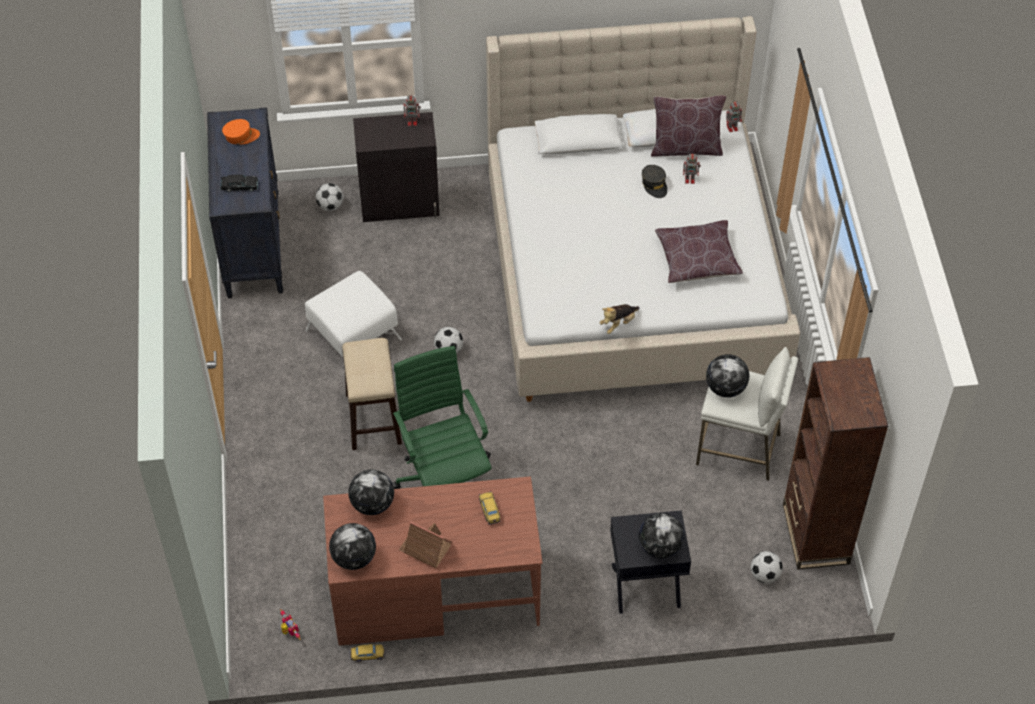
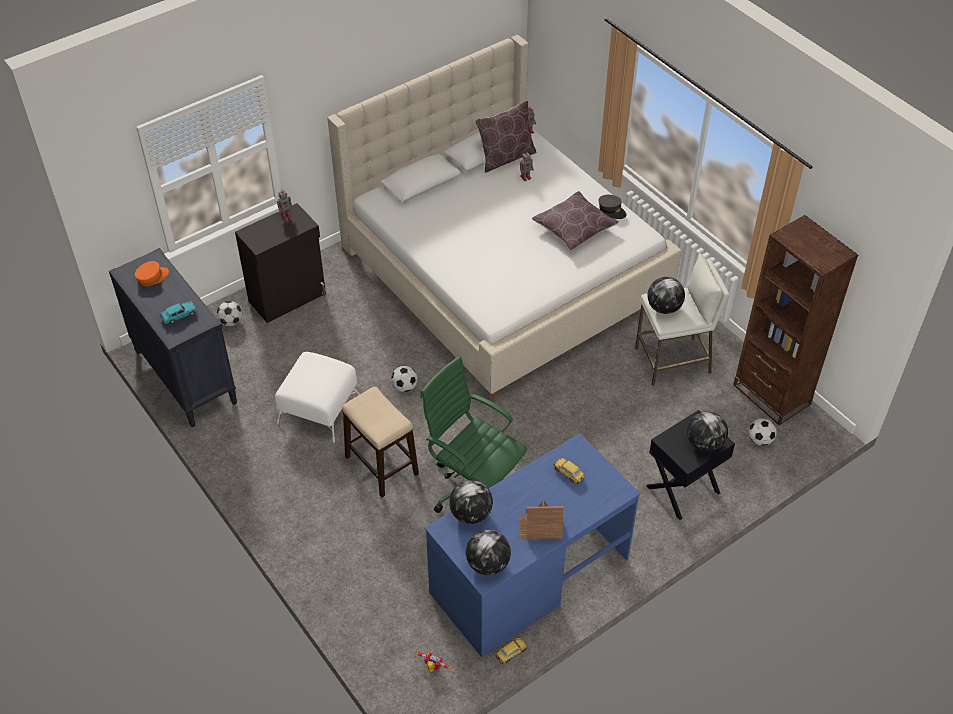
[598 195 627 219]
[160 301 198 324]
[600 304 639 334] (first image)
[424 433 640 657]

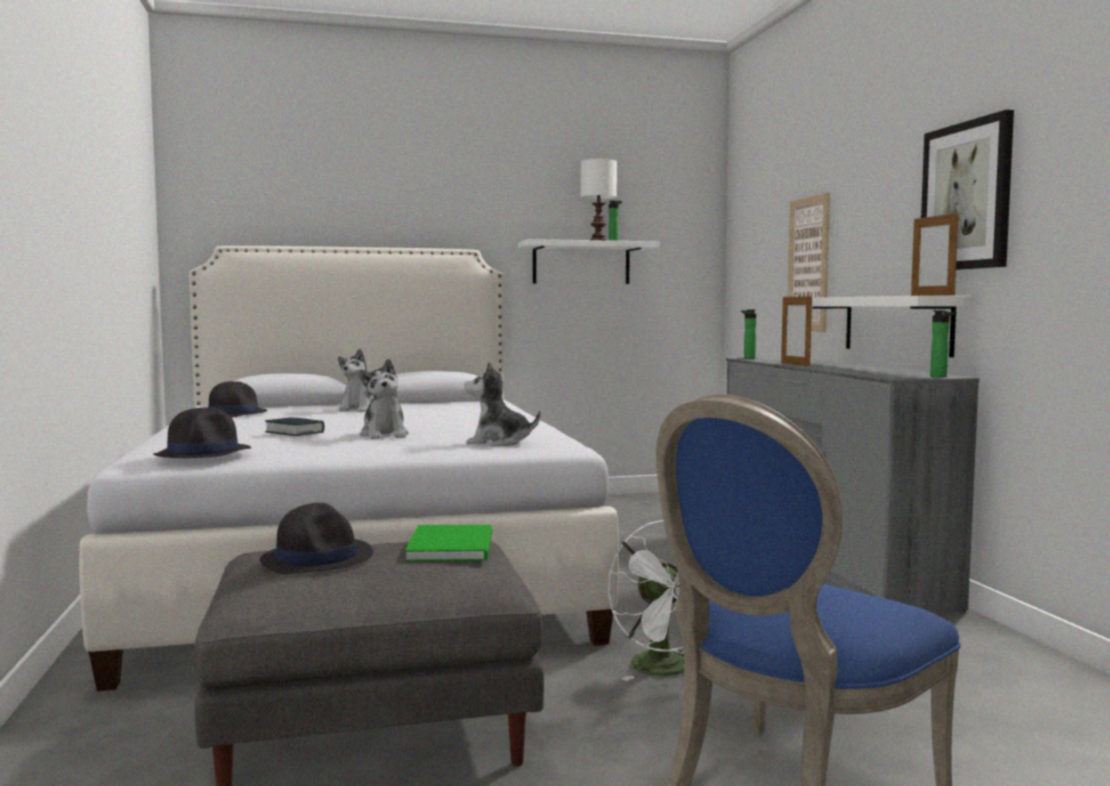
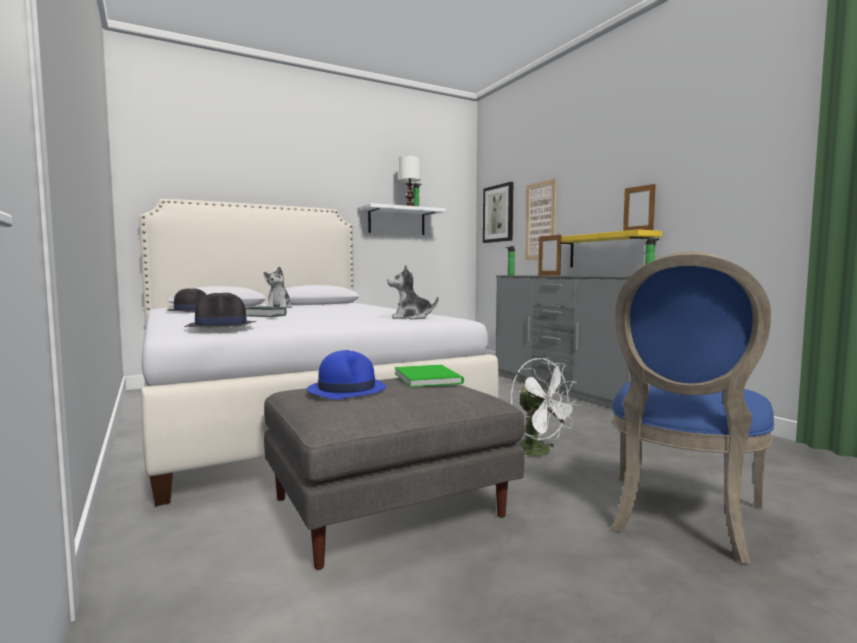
[483 182 513 243]
[561 229 662 267]
[359 359 409 439] (first image)
[307 350 386 400]

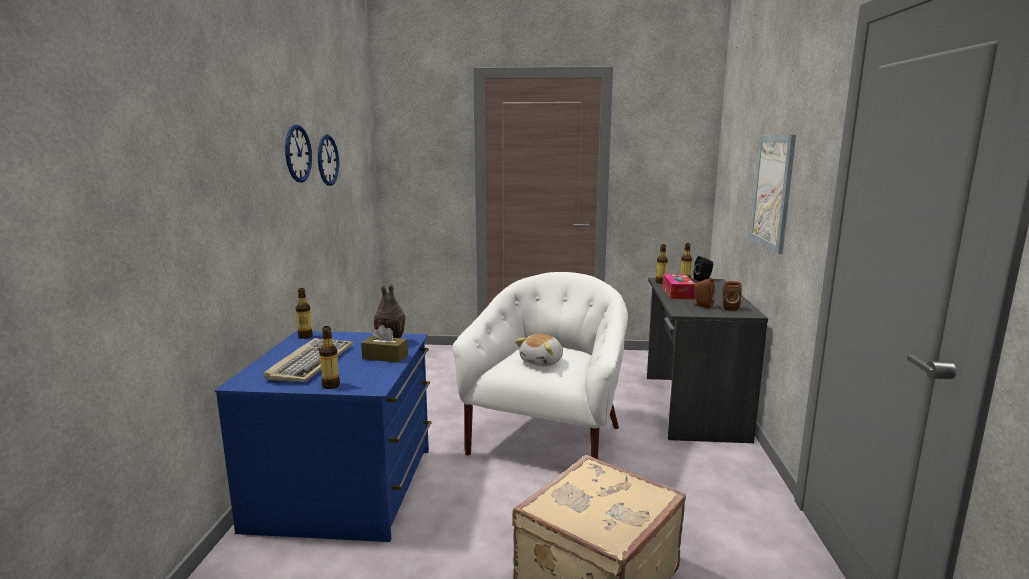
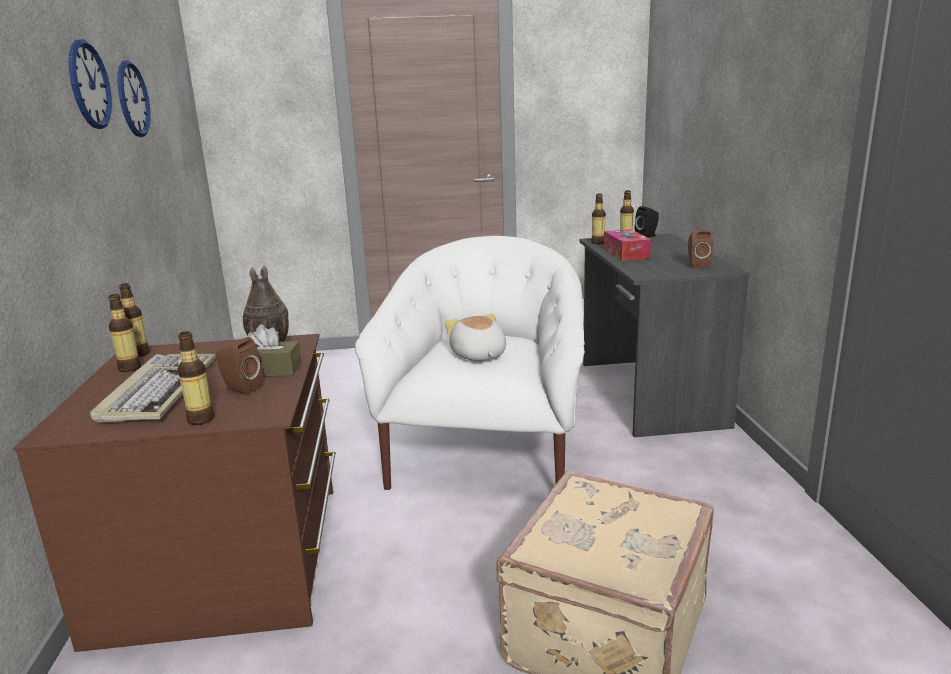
[750 135 796 254] (first image)
[216 337 263 395]
[13 334 336 652]
[445 314 506 361]
[108 294 141 372]

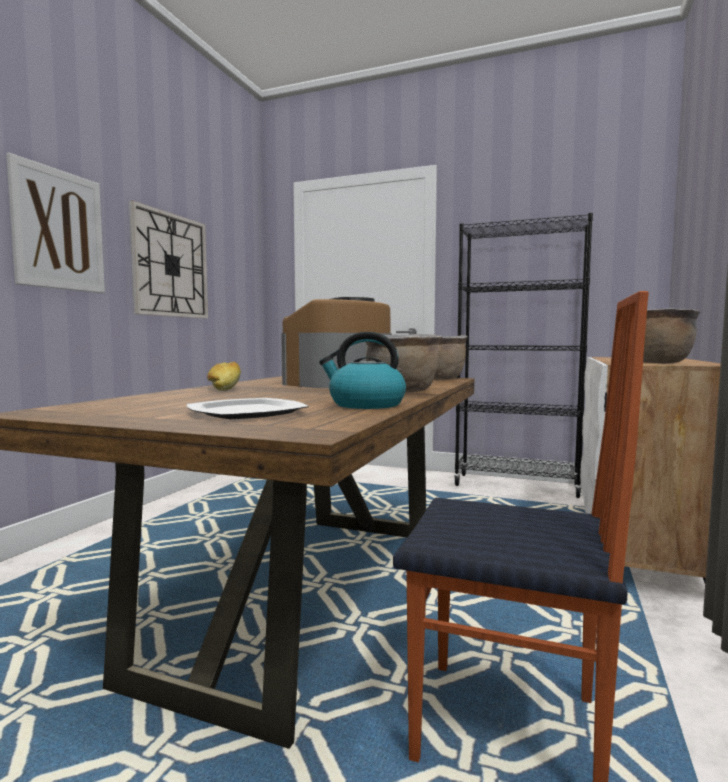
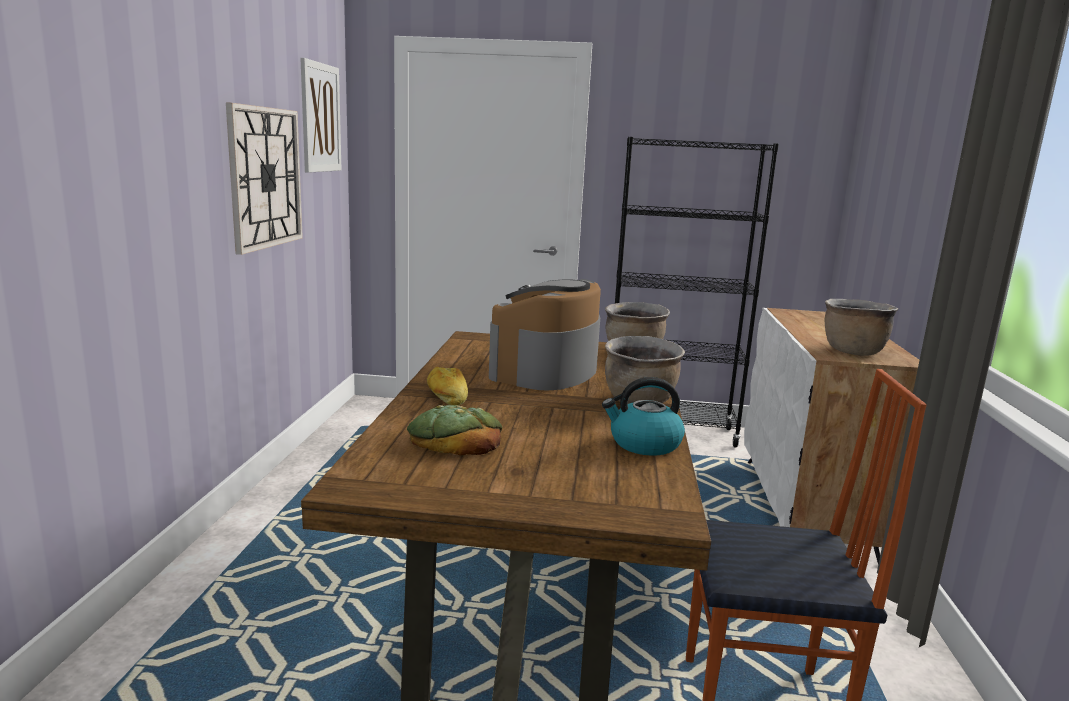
[300 58 341 173]
[187 398 309 419] (first image)
[407 405 502 456]

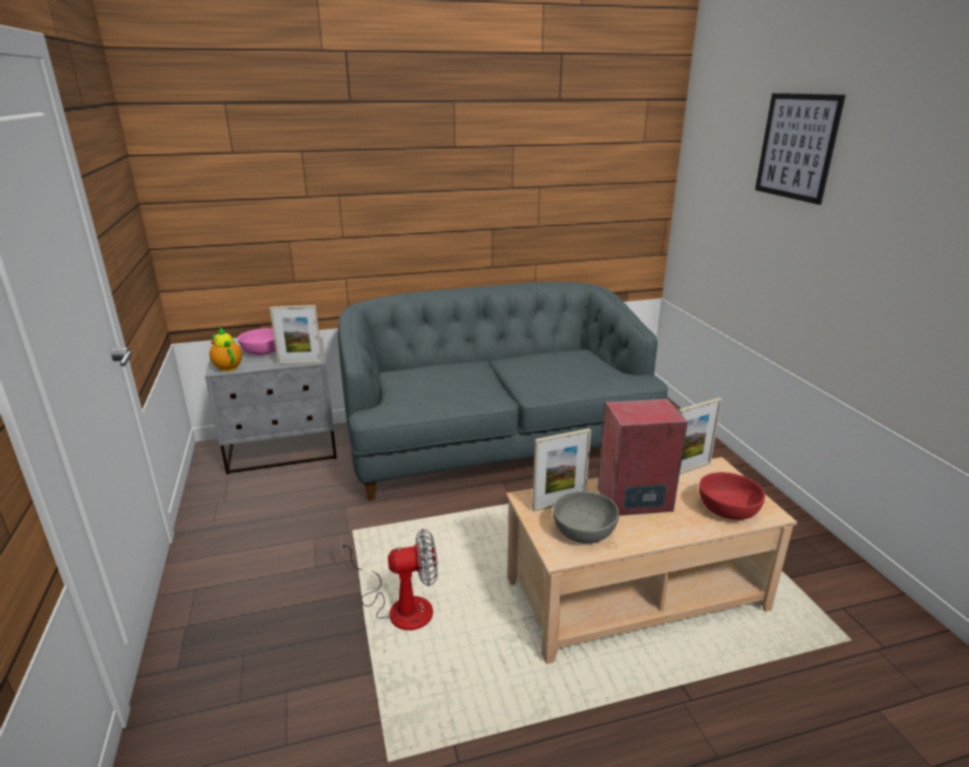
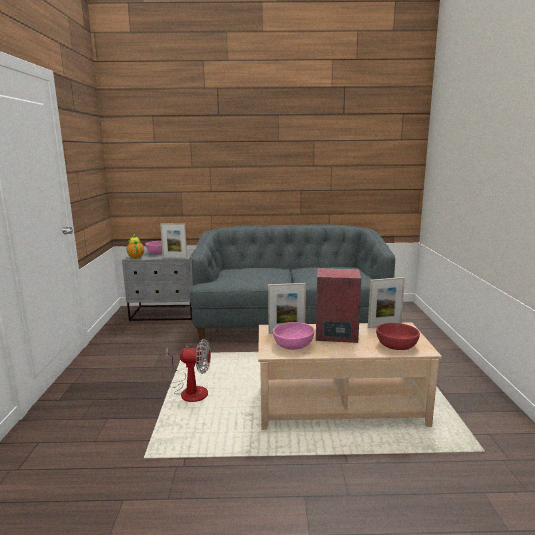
[755 93 846 205] (first image)
[273 322 314 350]

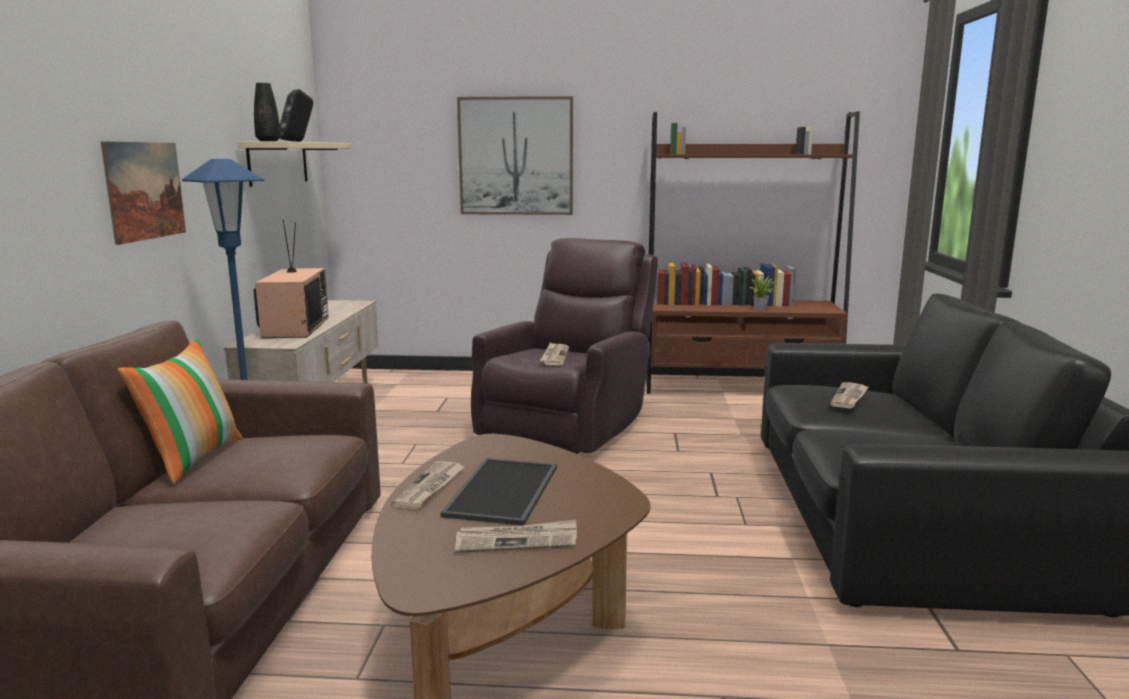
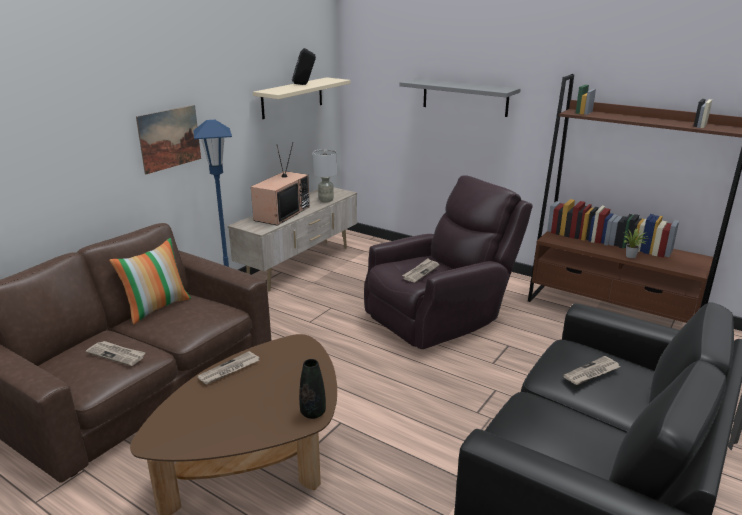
[299 359 326 419]
[400 78 521 117]
[441 458 557 526] (first image)
[86 341 146 366]
[313 149 337 203]

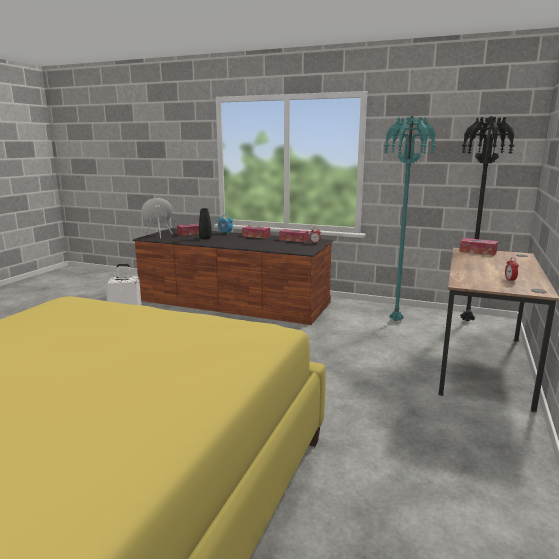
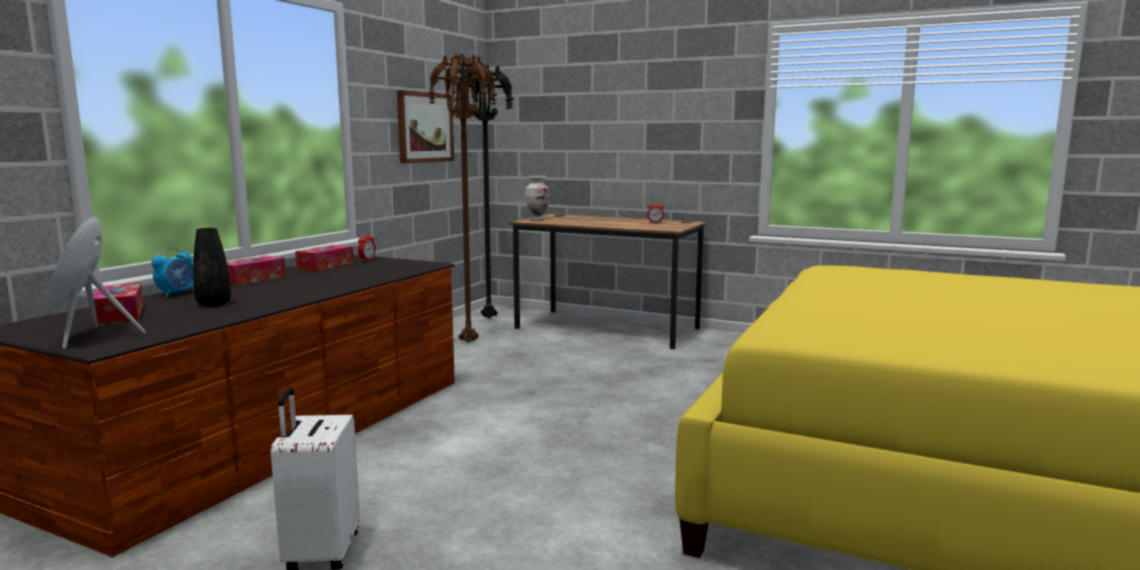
[428 54 498 343]
[525 176 550 220]
[397 90 454 163]

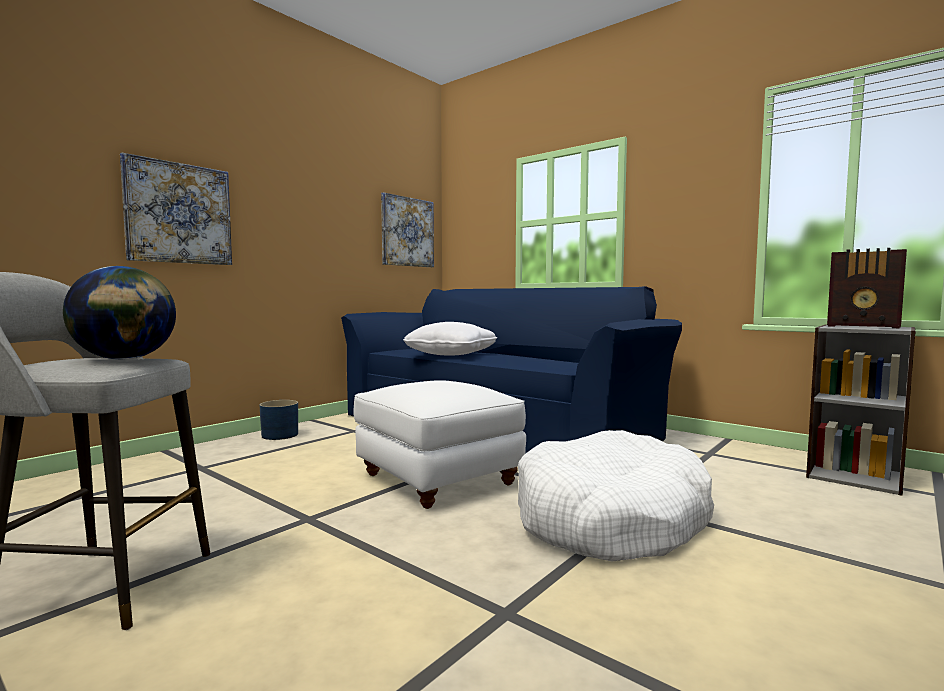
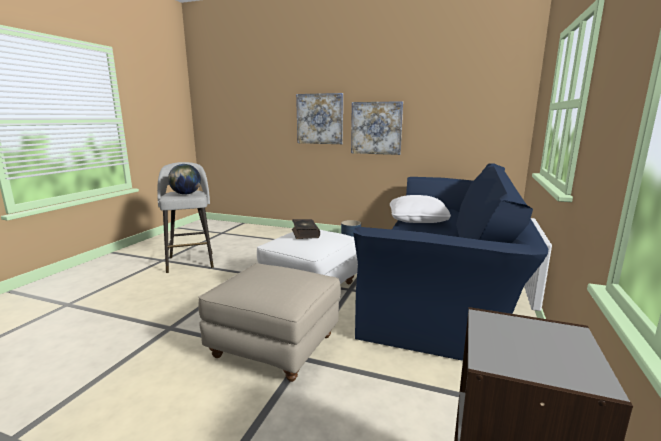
[351 101 403 155]
[827 248 907 328] (first image)
[198 263 341 382]
[292 219 320 239]

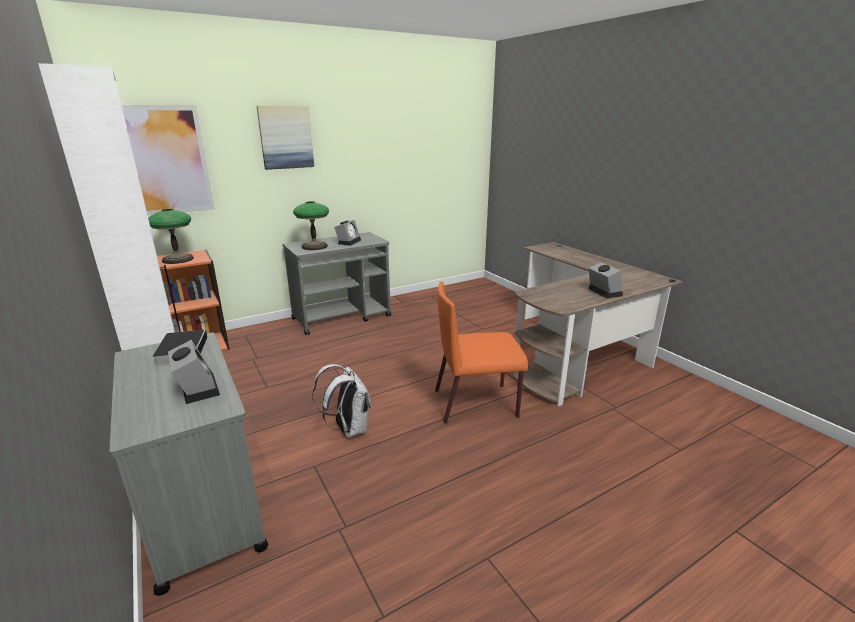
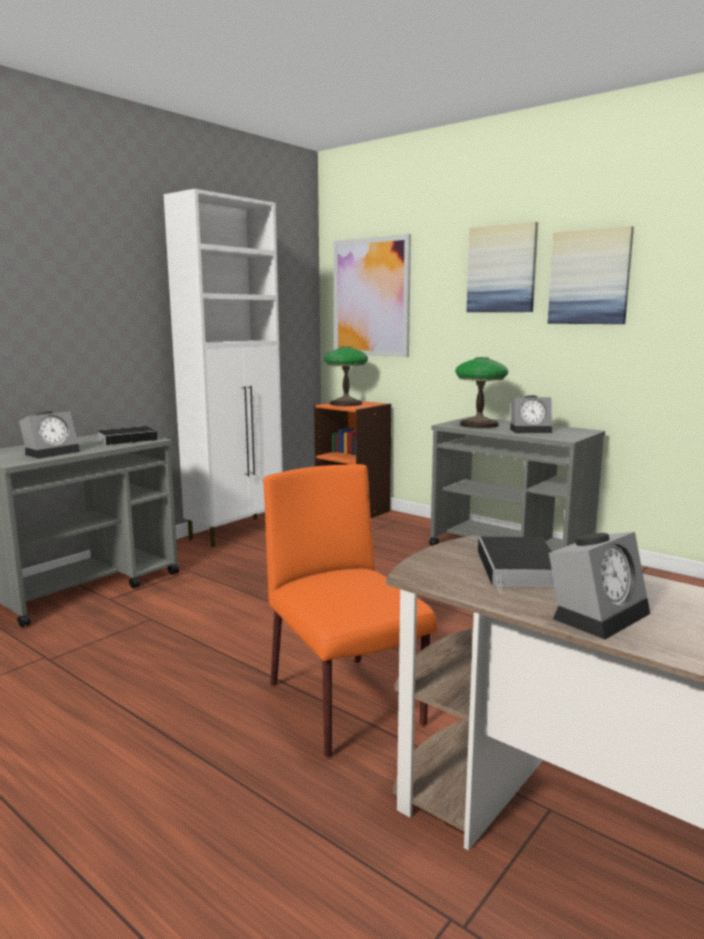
[312 364 371 438] (first image)
[548 226 634 324]
[478 537 555 594]

